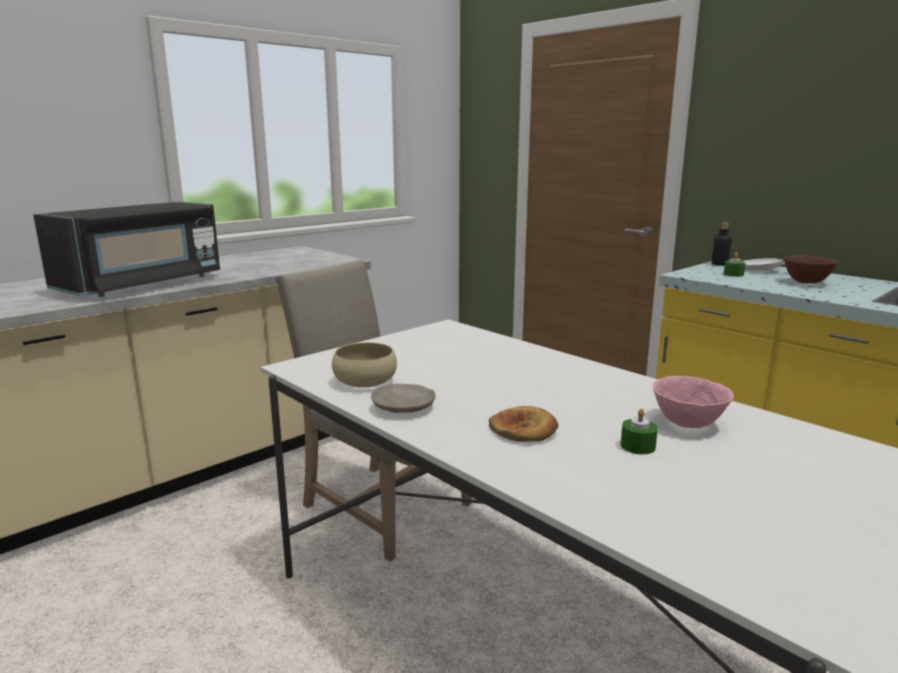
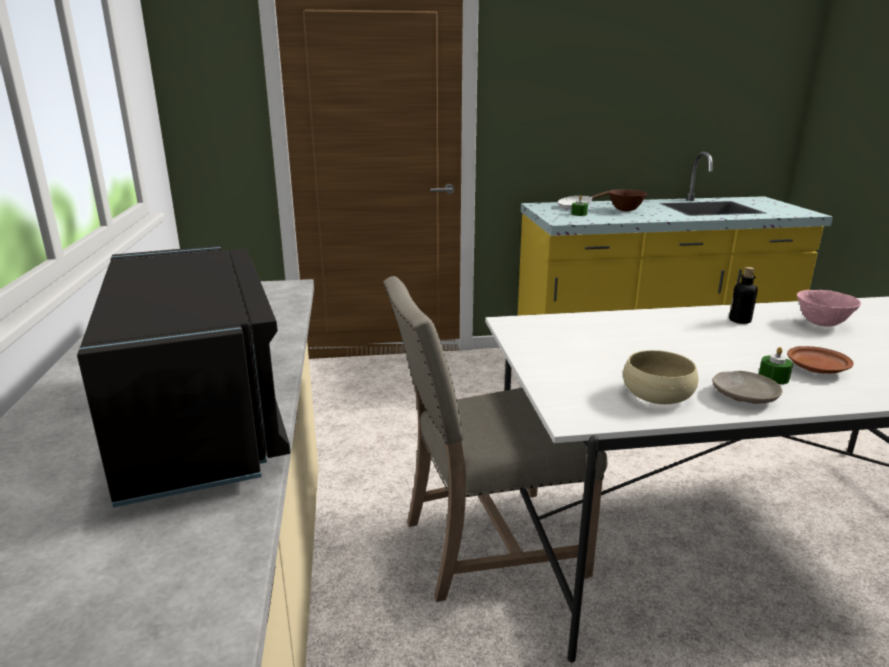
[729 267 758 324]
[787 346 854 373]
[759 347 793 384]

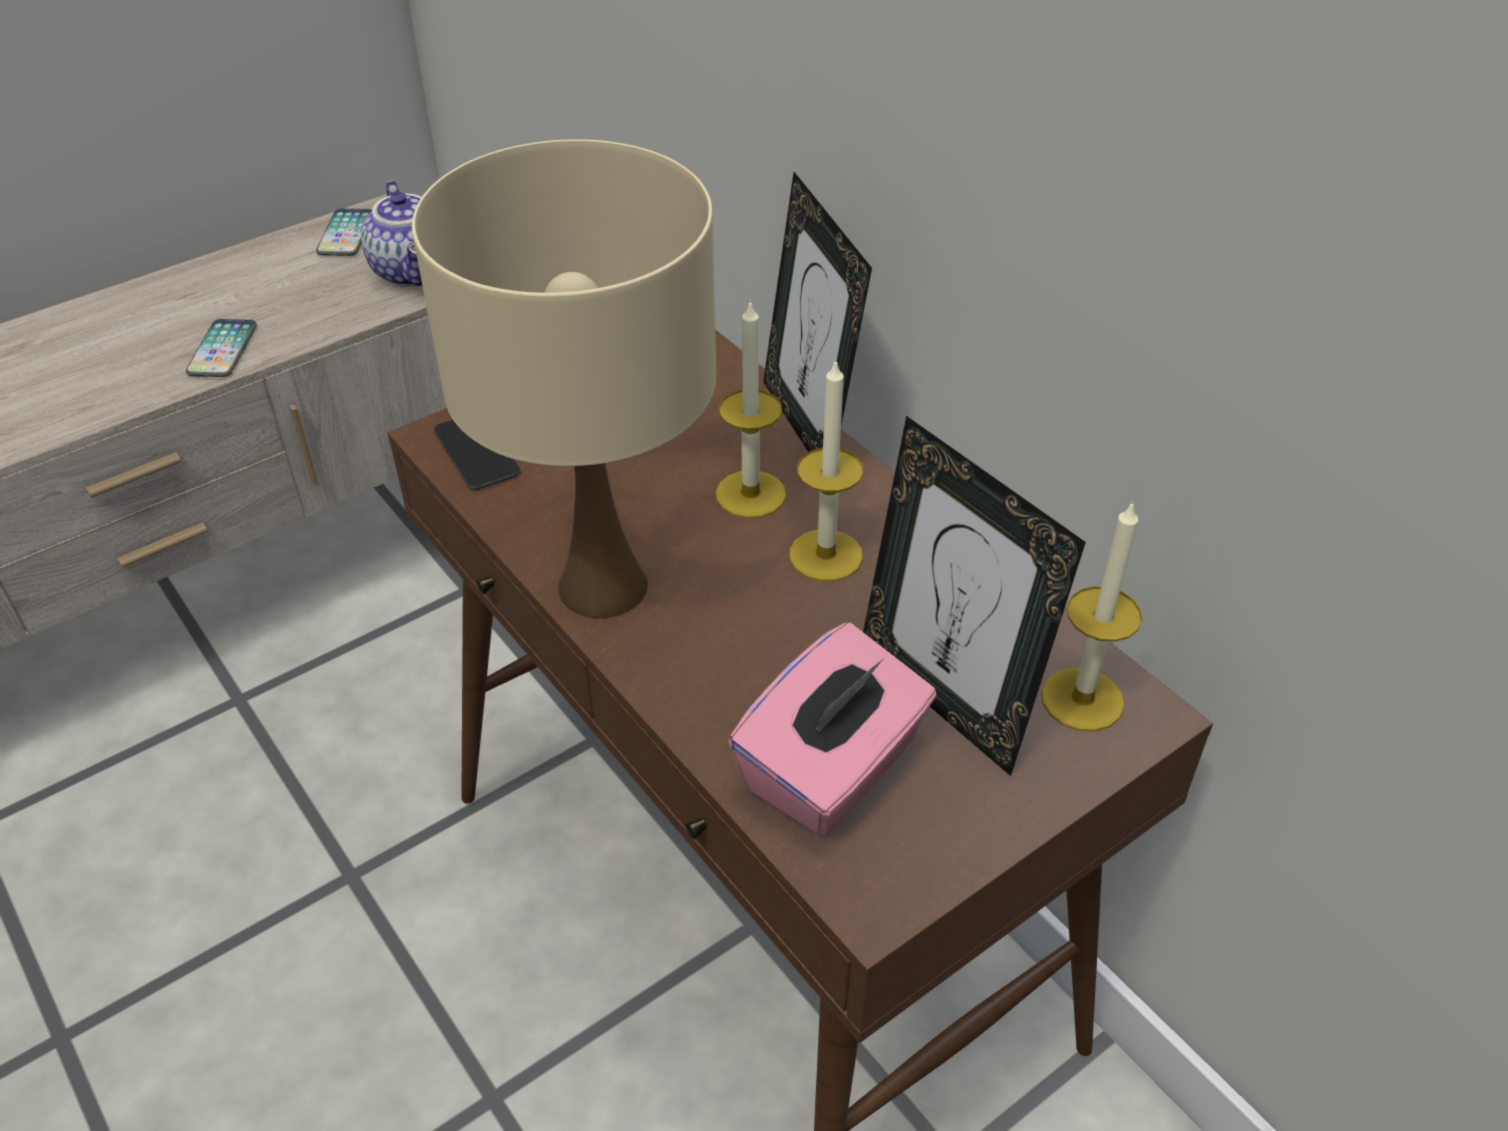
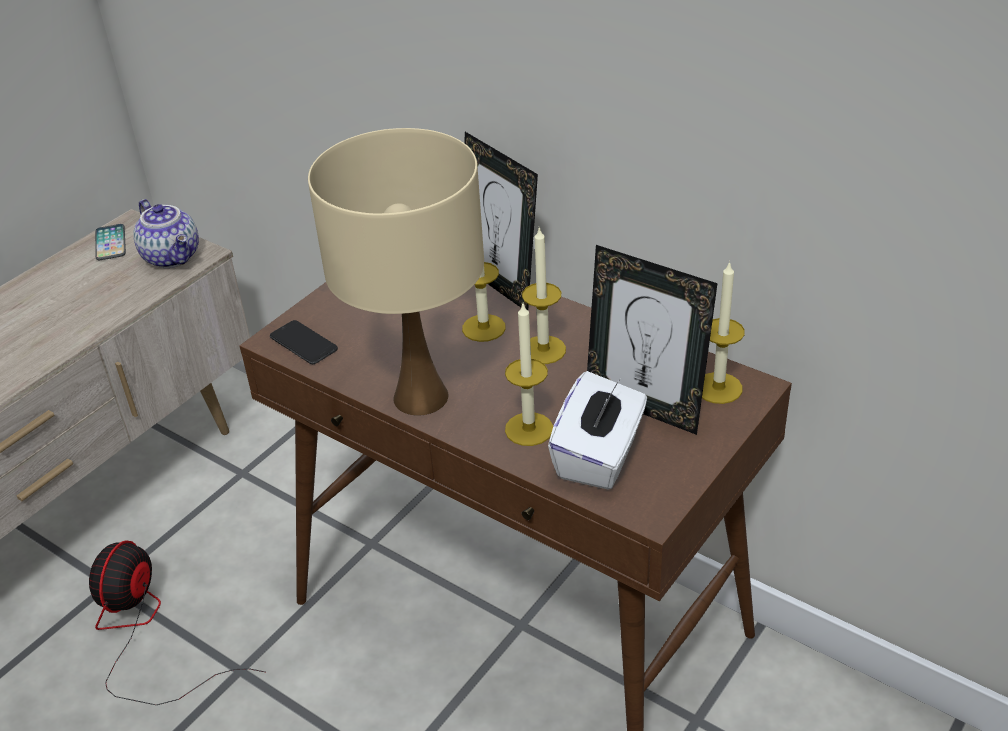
[186 319 257 377] (first image)
[548 371 647 490]
[505 304 553 446]
[89 540 265 705]

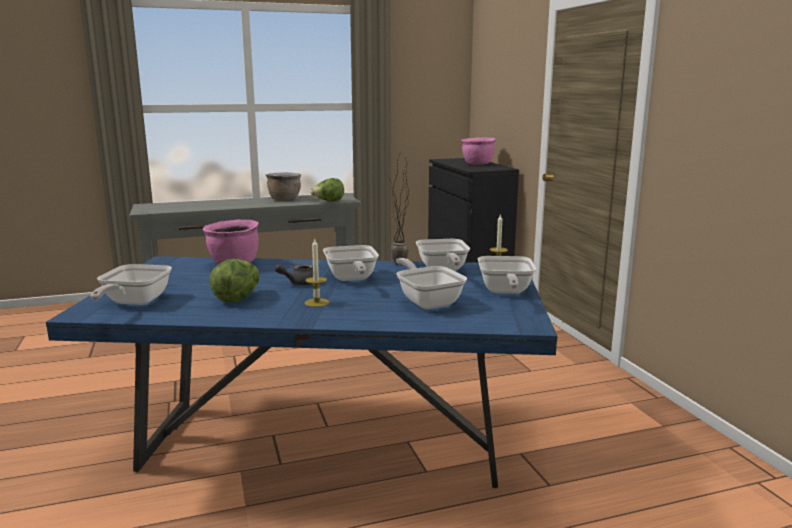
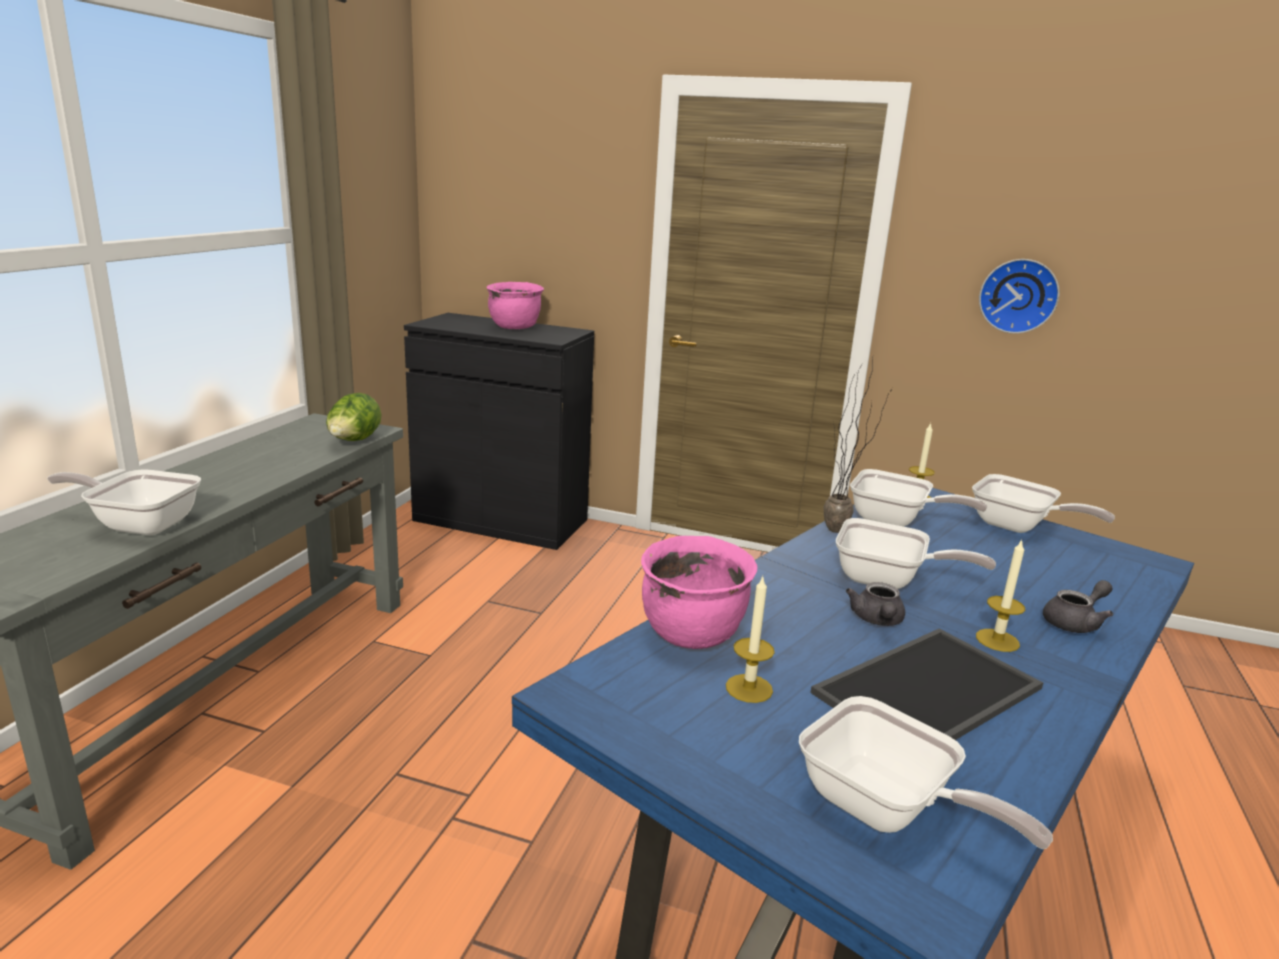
[265 172 301 201] (first image)
[47 469 201 535]
[811 629 1043 740]
[979 259 1060 334]
[726 576 775 703]
[1043 580 1113 633]

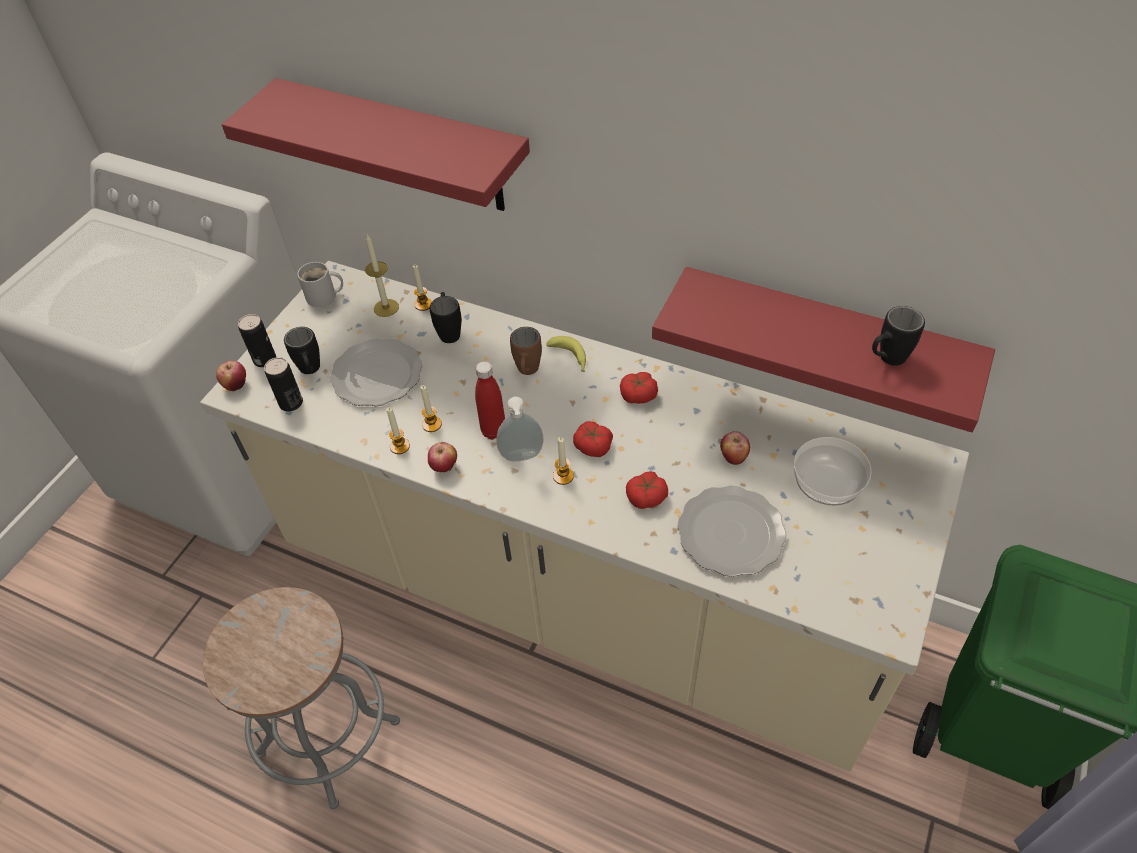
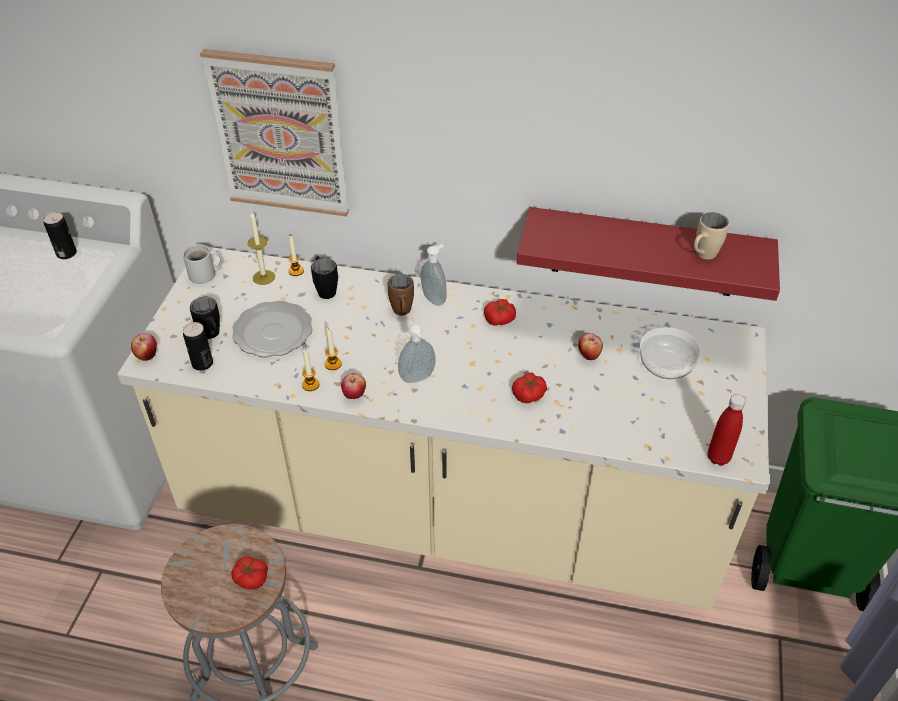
[200 49 349 216]
[694 212 729 260]
[43 212 77 259]
[421 244 447 306]
[708 394 746 466]
[231 556 268 589]
[553 437 574 485] (first image)
[677 485 786 577] (first image)

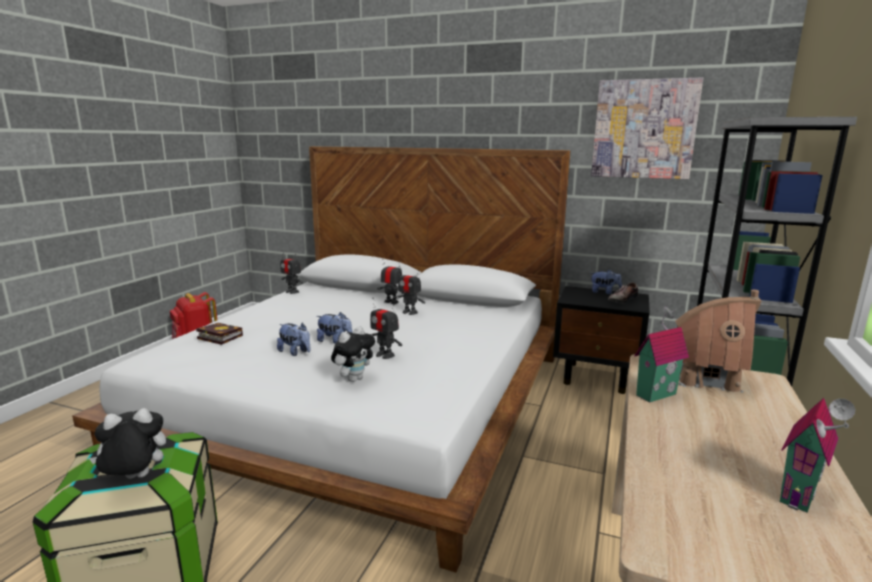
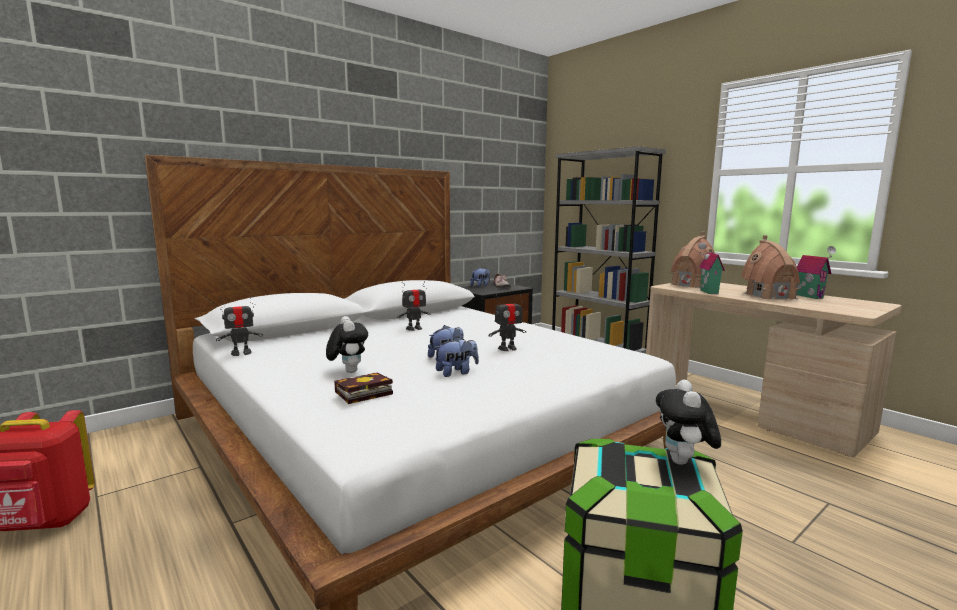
[591 77 703 179] (first image)
[378 261 405 304] (first image)
[326 316 368 373]
[741 235 800 300]

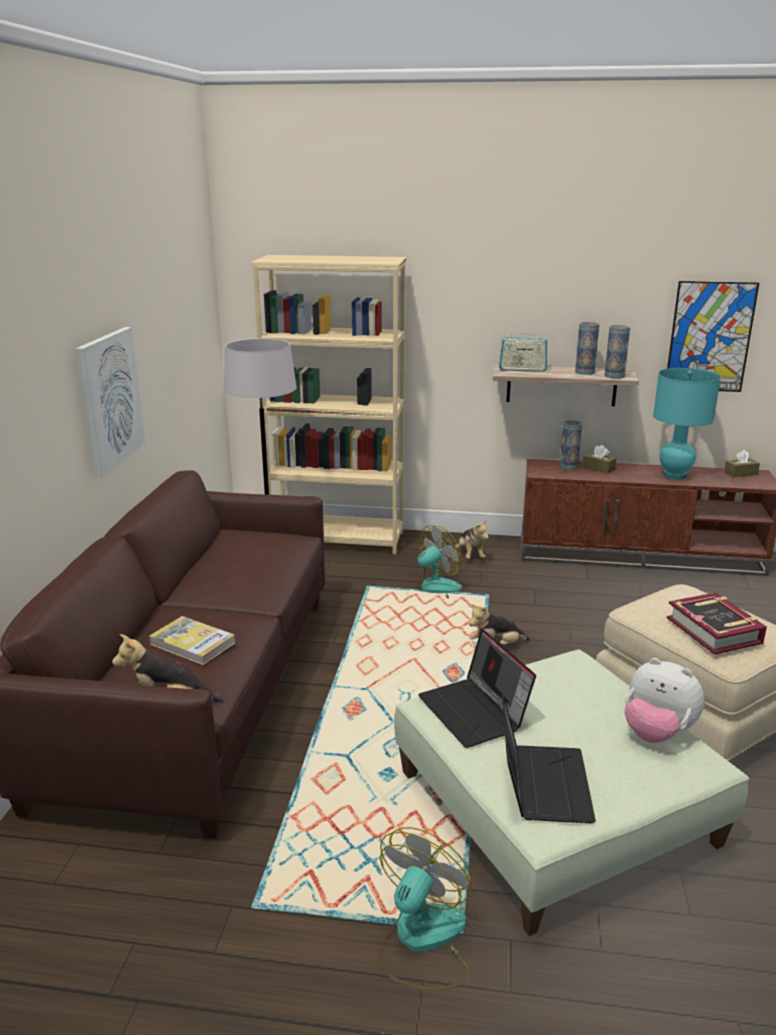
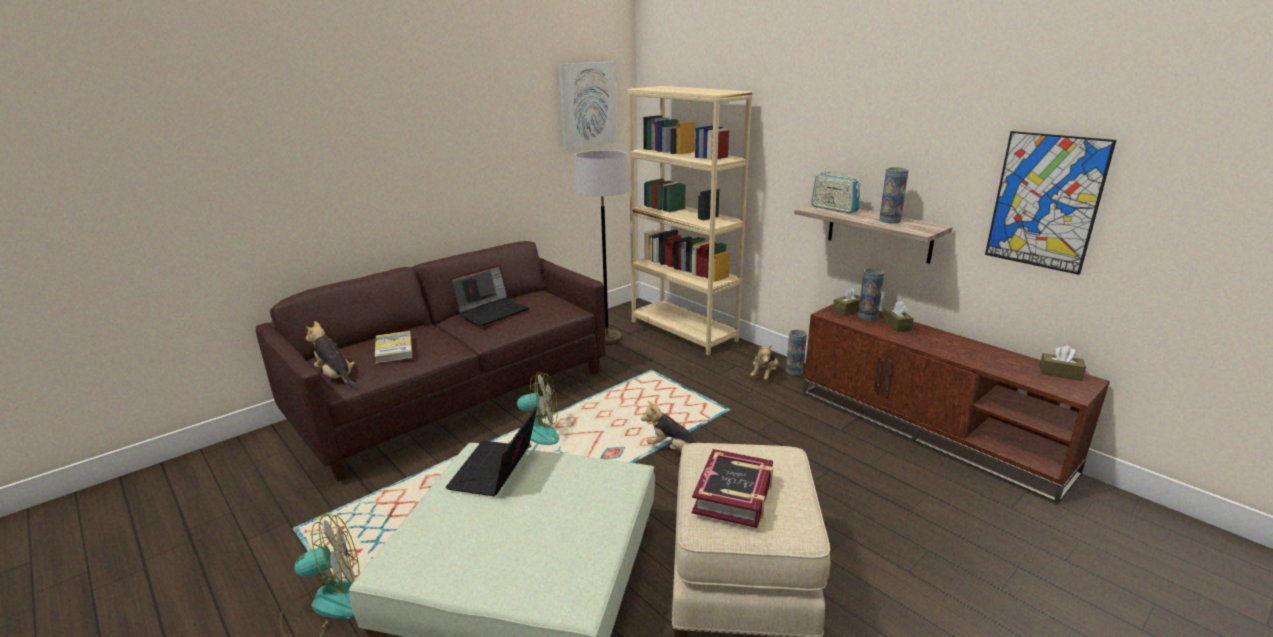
[786 330 807 375]
[558 62 617 150]
[653 368 721 480] (first image)
[504 372 559 448]
[625 658 704 743] (first image)
[450 265 529 326]
[833 287 860 316]

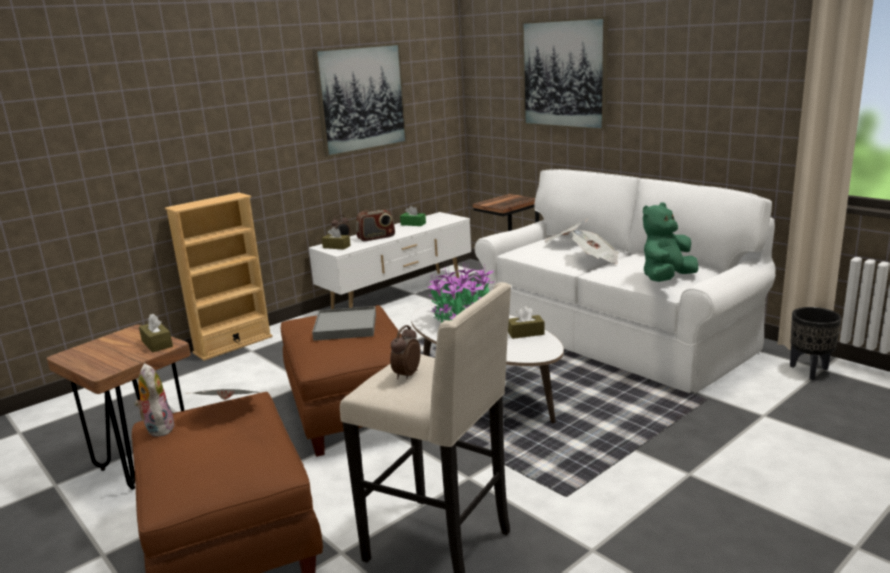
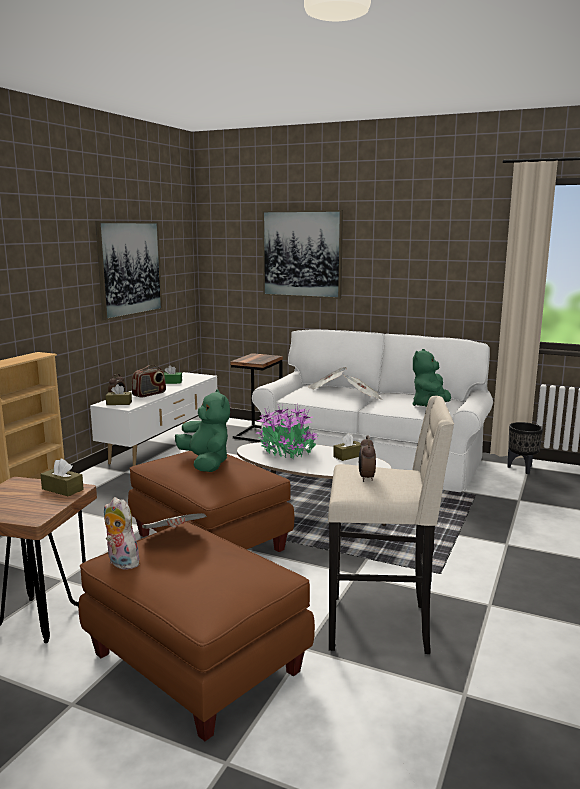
[175 389 230 472]

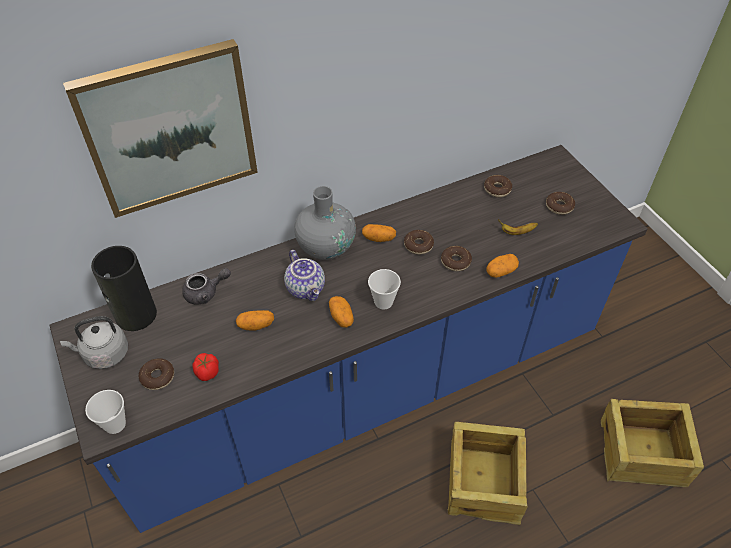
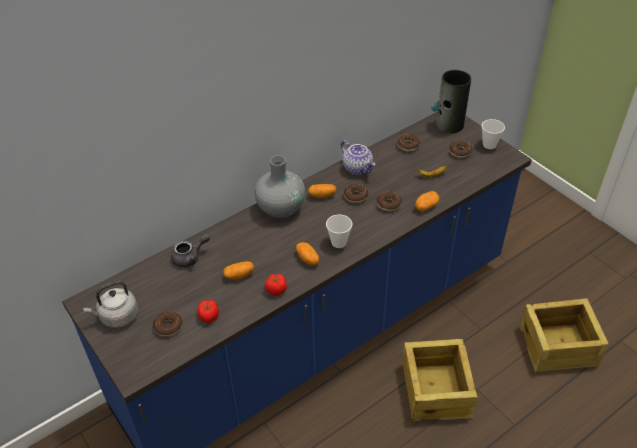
[63 39 258 218] (first image)
[432 70 471 133]
[341 140 375 175]
[482 119 505 149]
[265 274 287 296]

